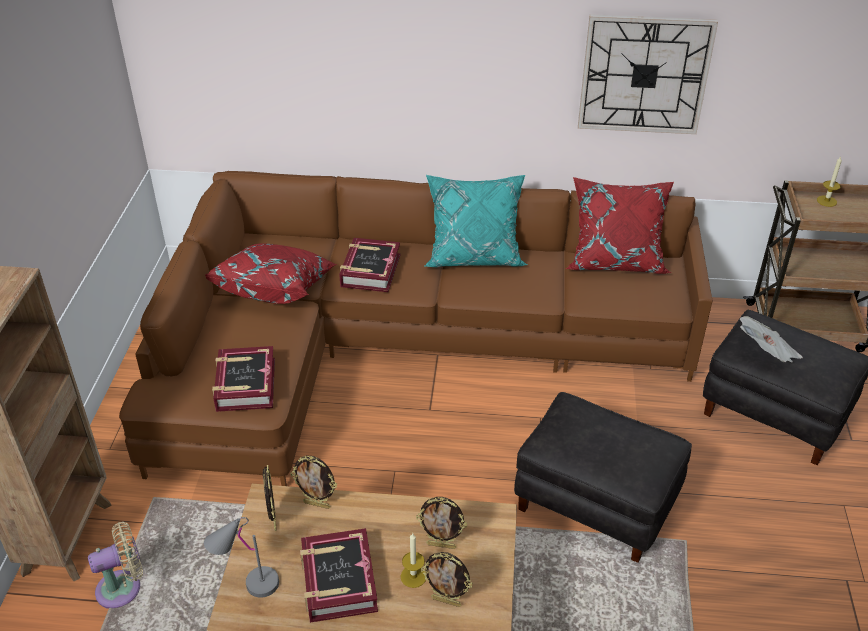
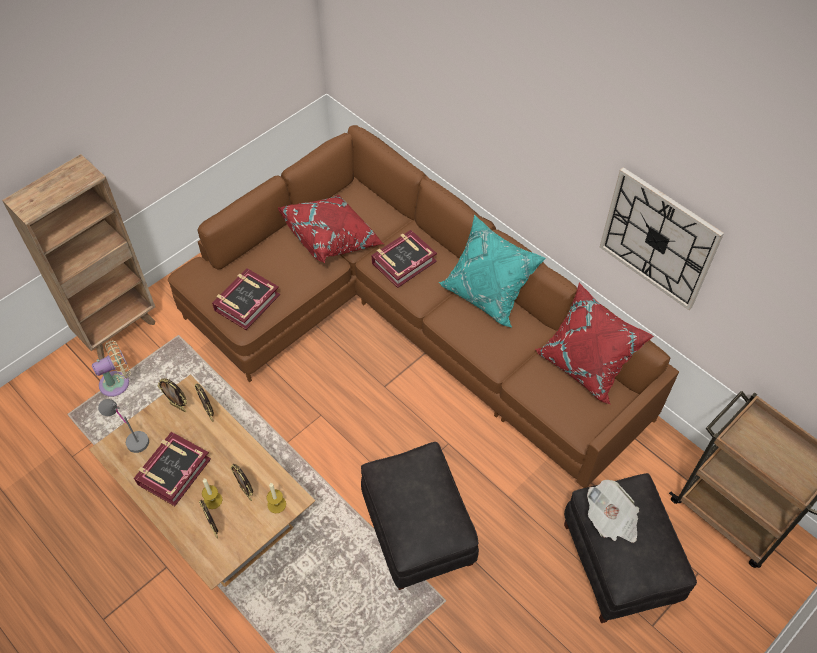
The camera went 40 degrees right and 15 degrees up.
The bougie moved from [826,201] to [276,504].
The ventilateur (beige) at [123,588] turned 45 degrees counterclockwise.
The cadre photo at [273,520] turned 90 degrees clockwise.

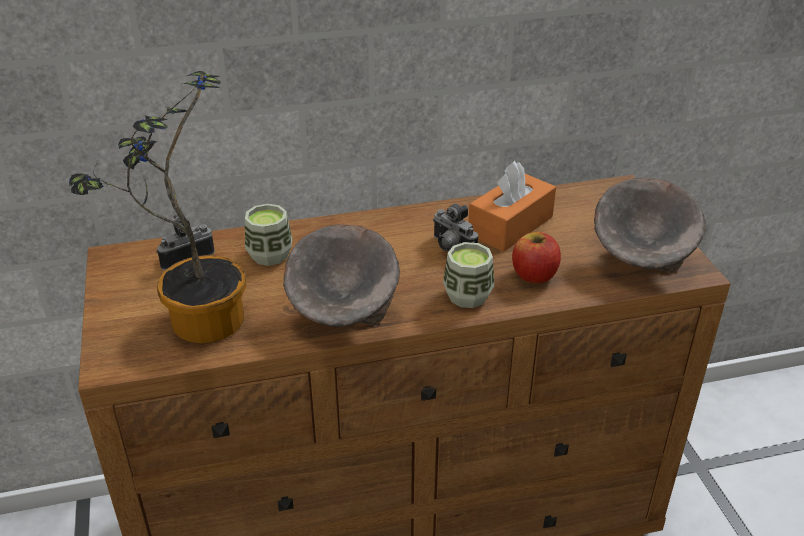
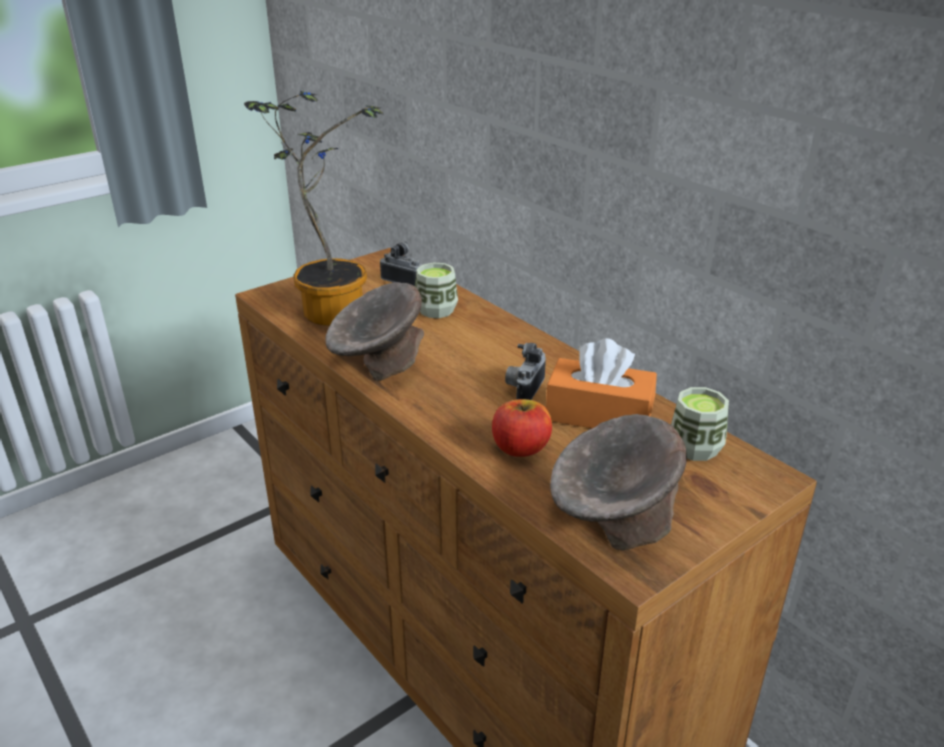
The camera went 65 degrees right and 5 degrees down.
The tasse moved from [467,296] to [695,448].

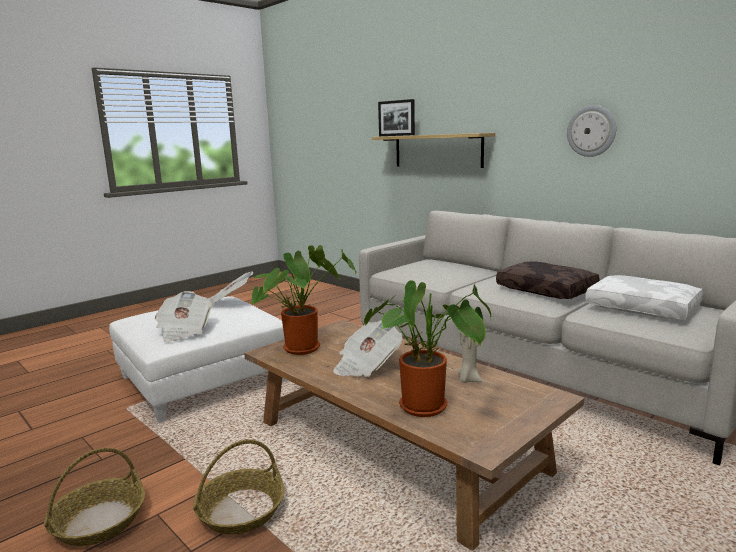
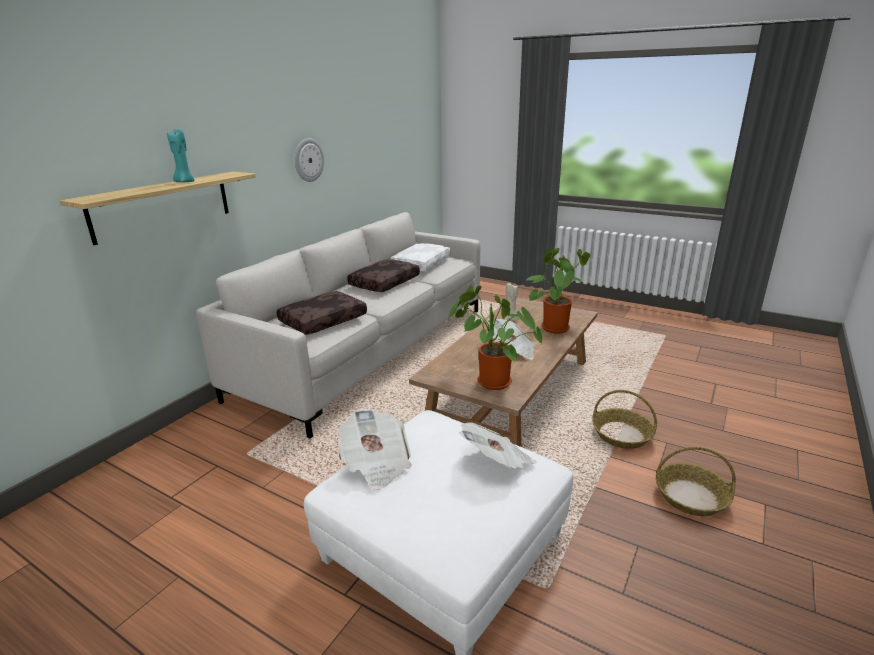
The camera went 105 degrees left and 10 degrees up.
The cadre photo at [396,135] disappeared.
The bougie (turquoise) at [184,182] appeared.
The coussin (marron) at [323,320] appeared.

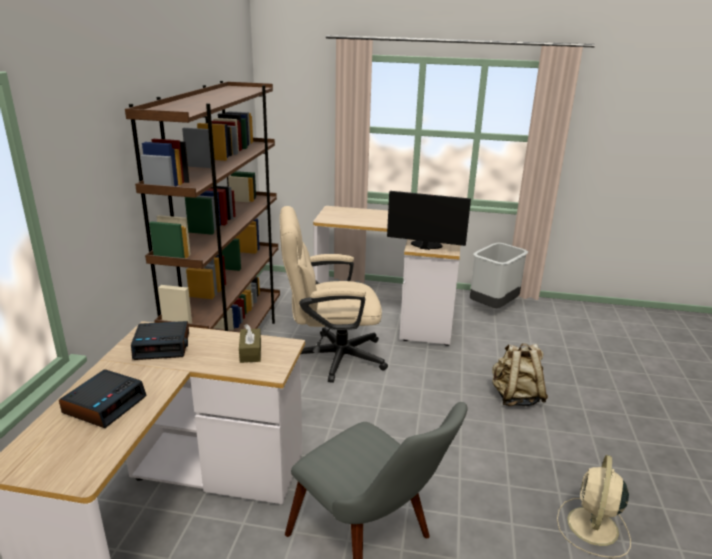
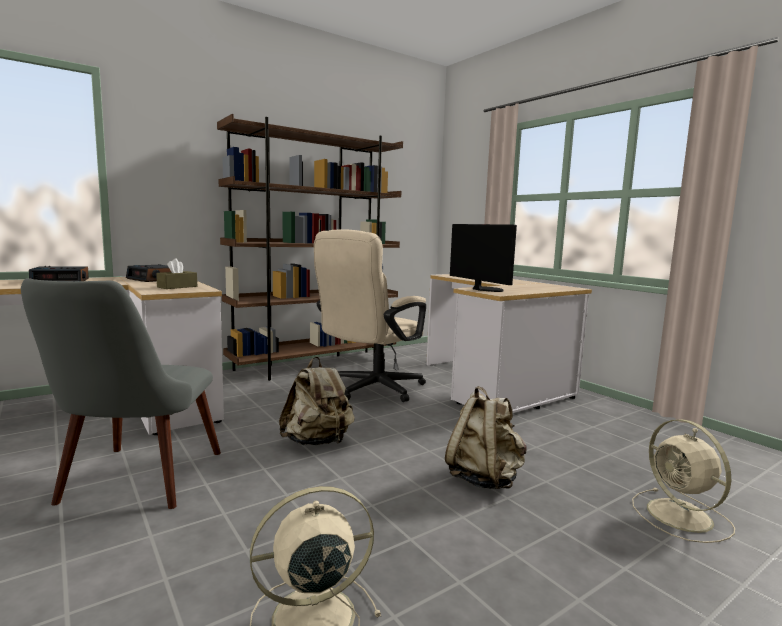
The camera went 45 degrees right and 15 degrees down.
The poubelle (gris) at [493,306] disappeared.
The sac à dos (beige) at [317,442] appeared.
The ventilateur (beige) at [681,517] appeared.
The chaise de bureau (beige) at [330,357] turned 90 degrees counterclockwise.

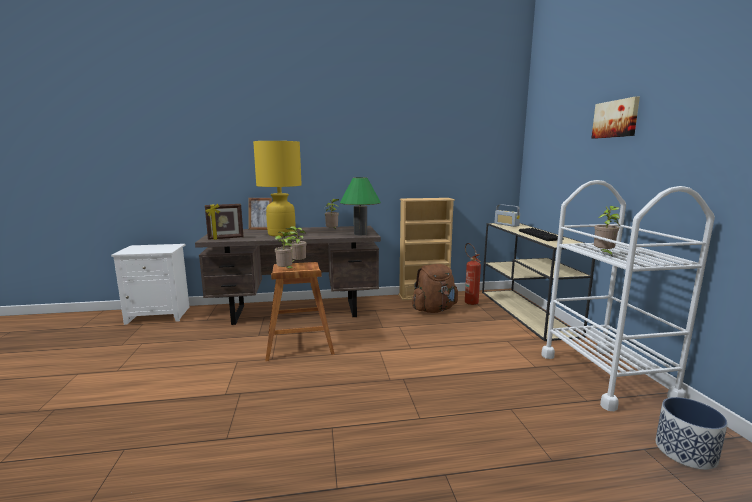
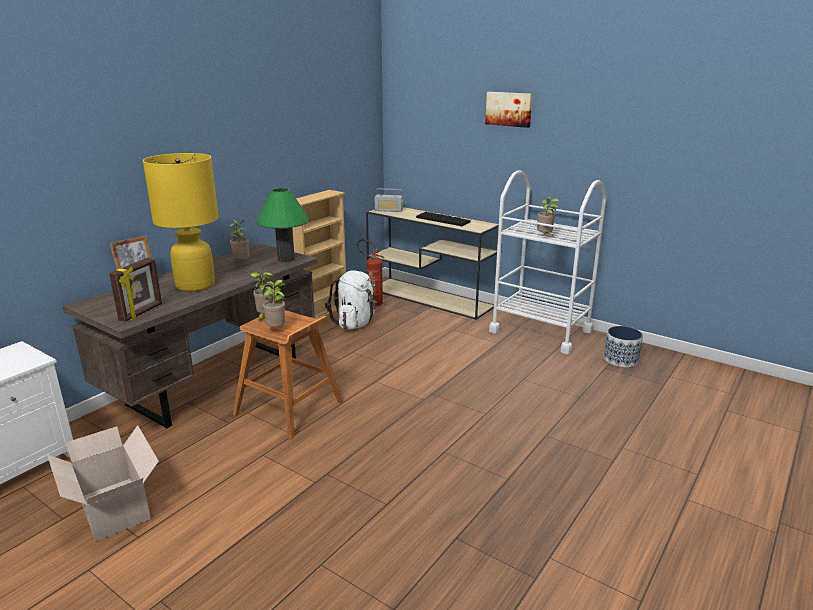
The camera went 45 degrees left and 10 degrees up.
The carton at [114,510] appeared.
The sac à dos (marron) at [434,310] became the sac à dos (blanc) at [355,323].

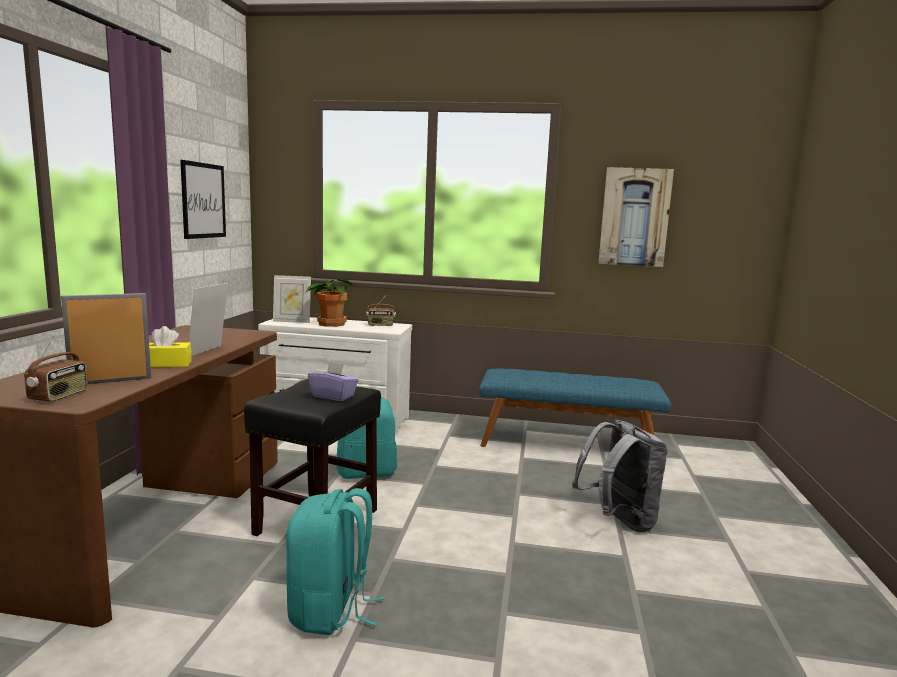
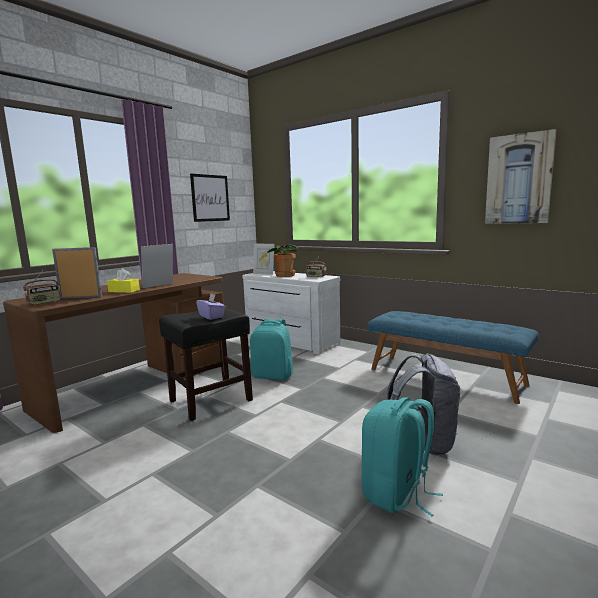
The camera went 30 degrees right and 0 degrees up.
The sac à dos (turquoise) moved from [330,611] to [397,493].

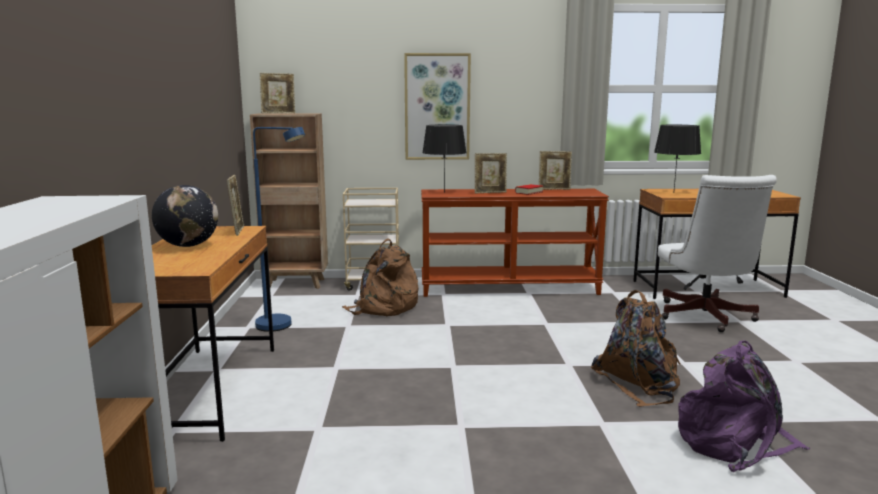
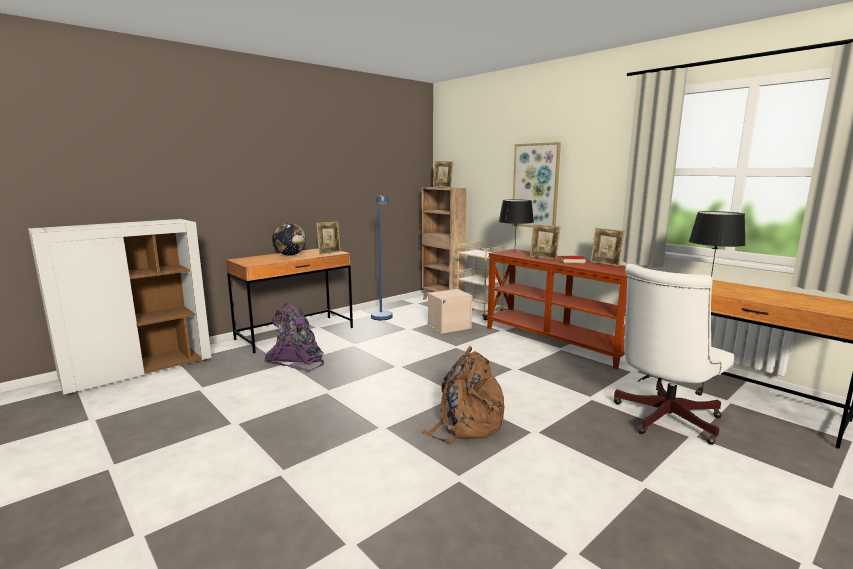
The camera went 50 degrees right and 0 degrees up.
The sac à dos (violet) moved from [735,443] to [298,360].
The sac à dos (marron) at [384,308] was replaced by the boîte de rangement (beige) at [449,326].

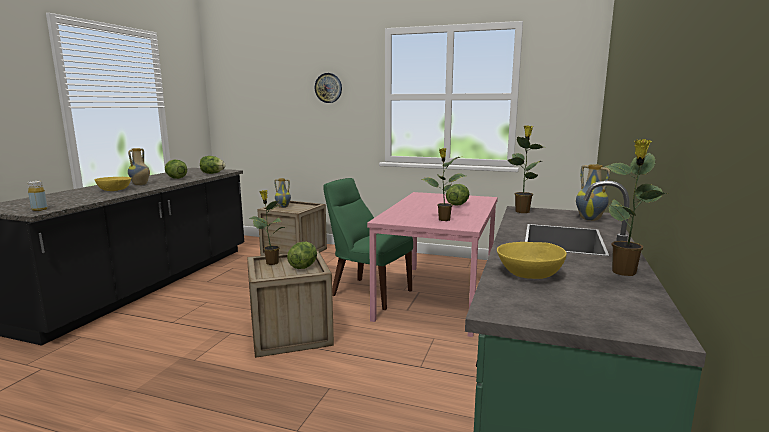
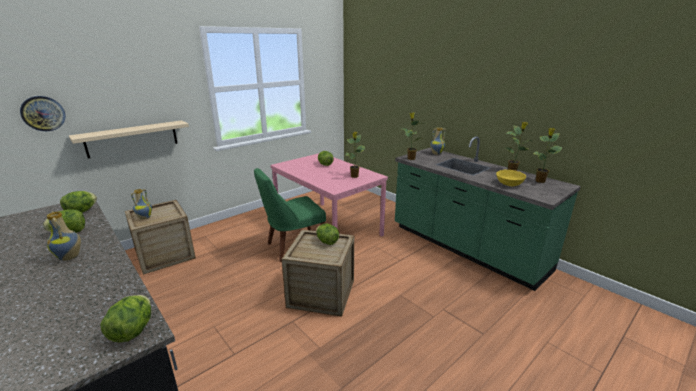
The camera went 60 degrees left and 10 degrees up.
The bol (jaune) at [114,190] disappeared.
The étagère (beige) at [132,138] appeared.
The plante en pot moved from [271,263] to [540,181].
The horloge murale moved from [328,88] to [43,113].
The bouteille (jaune) at [39,209] was replaced by the laitue at [133,331].

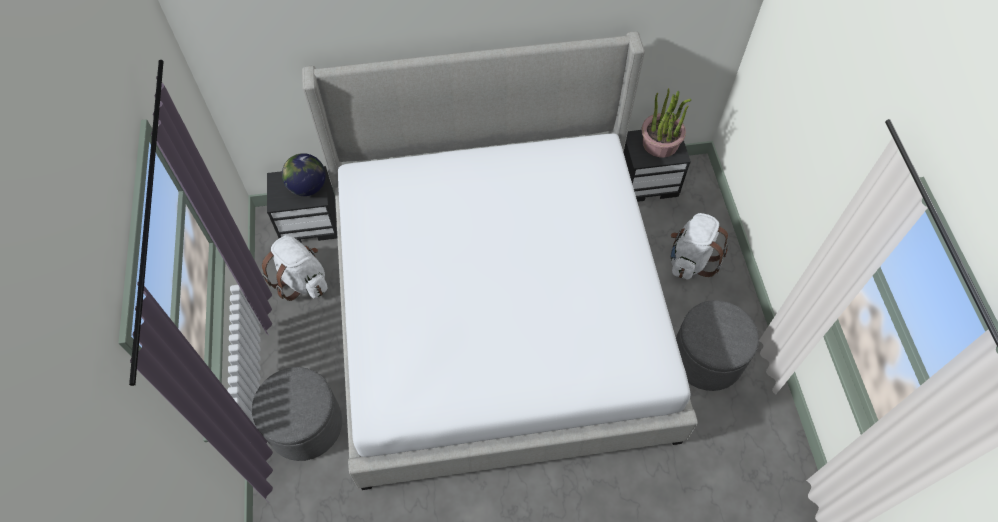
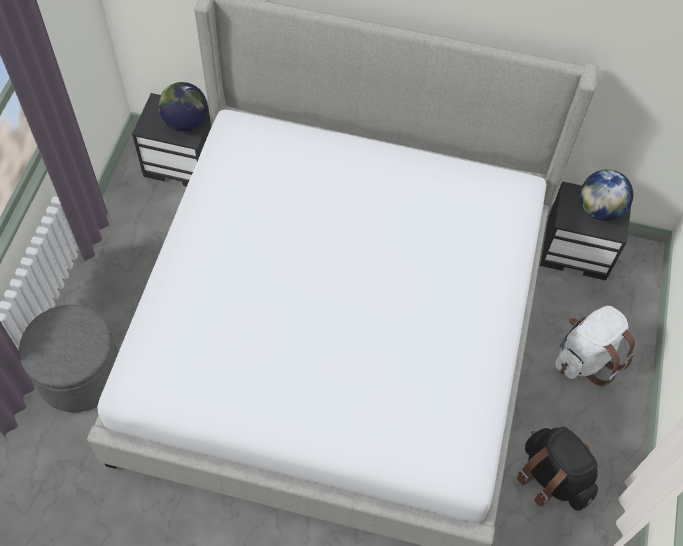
The camera went 20 degrees right and 0 degrees up.
The sac à dos (blanc) at [302,280] disappeared.
The plante en pot at [660,143] was replaced by the globe at [599,209].
The pouf (gris) at [706,358] was replaced by the sac à dos (noir) at [552,477].

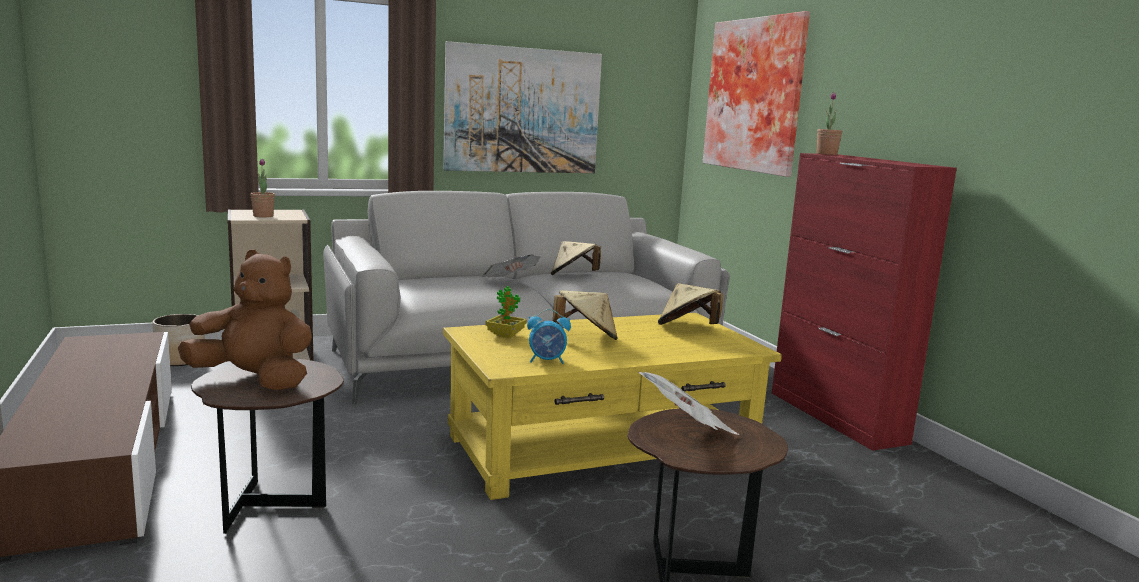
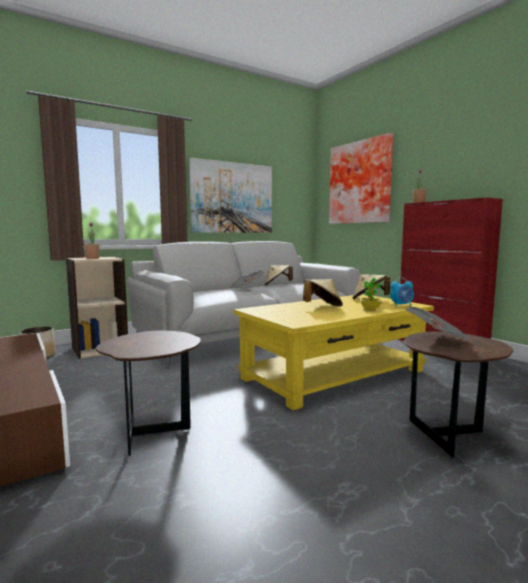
The camera went 10 degrees left and 5 degrees down.
The peluche (marron) at [254,380] disappeared.
The plante en pot moved from [505,335] to [370,309].
The réveil moved from [547,361] to [401,305].

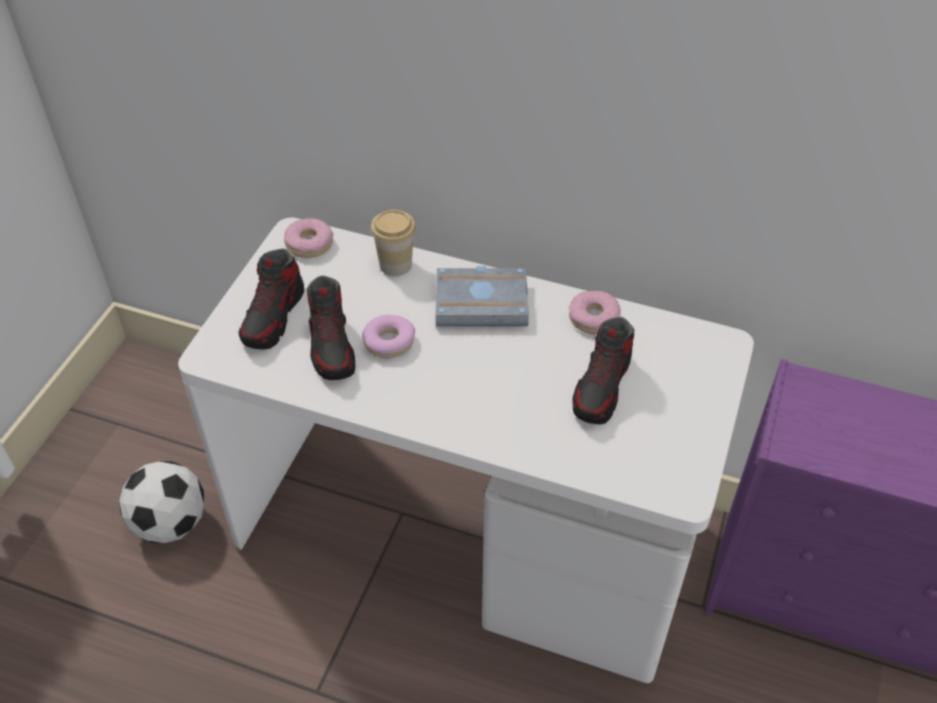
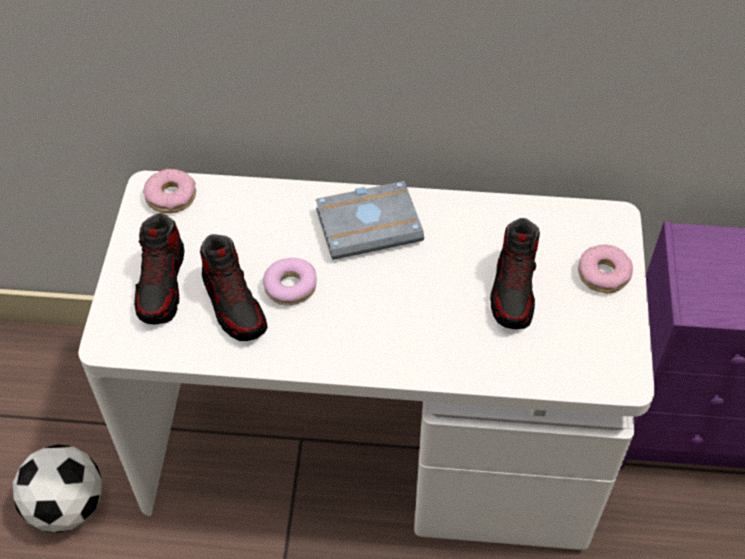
The camera went 15 degrees left and 5 degrees up.
The tasse at [395,264] disappeared.
The beignet moved from [593,318] to [603,274].

